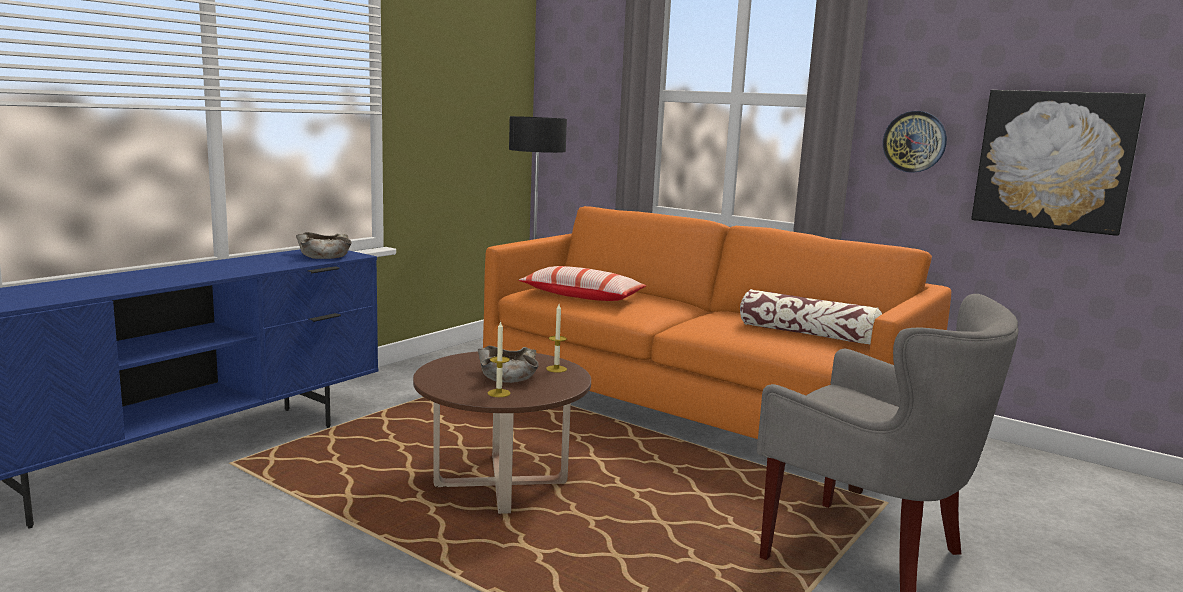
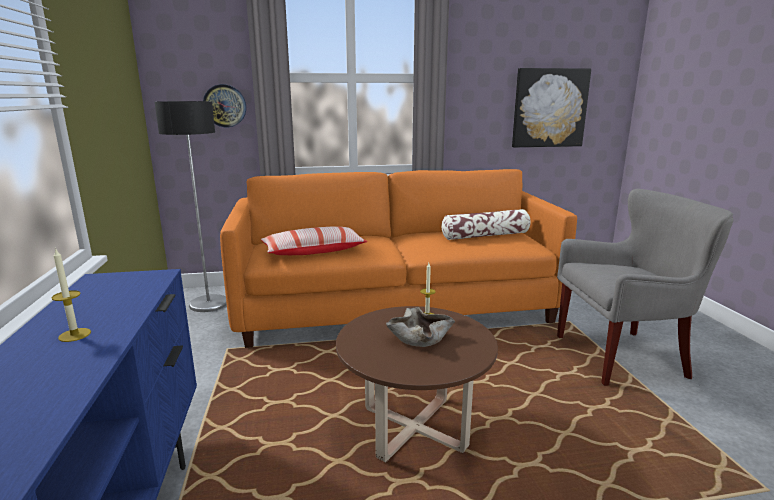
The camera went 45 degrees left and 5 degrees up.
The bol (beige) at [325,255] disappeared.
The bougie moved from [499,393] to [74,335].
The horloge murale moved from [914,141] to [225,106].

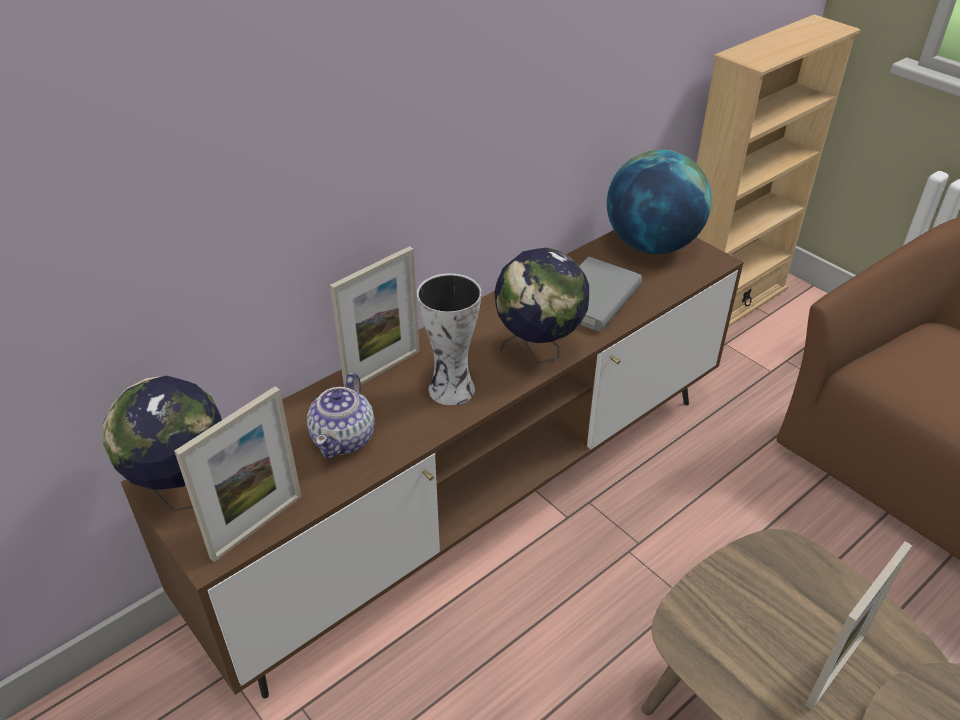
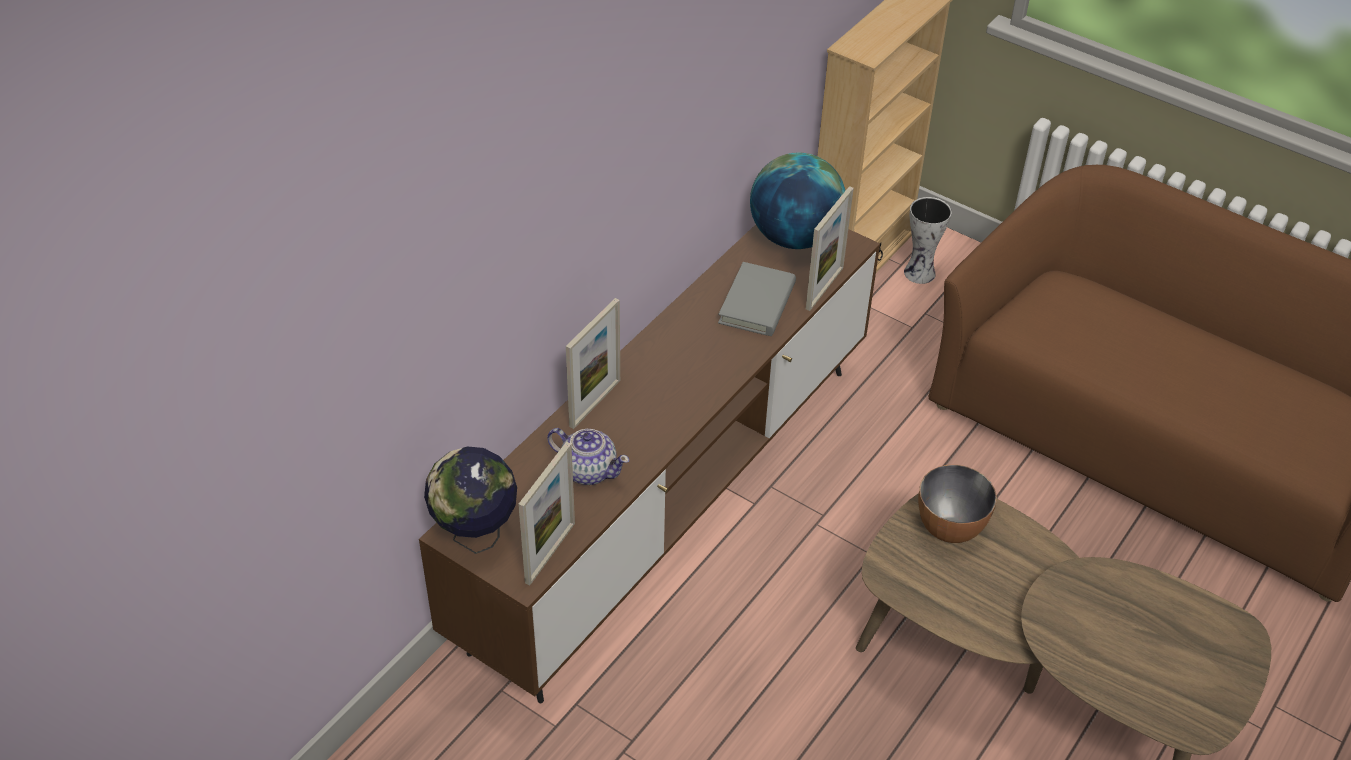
The camera went 15 degrees left and 5 degrees up.
The globe at [538,352] disappeared.
The bol at [950,528] appeared.
The vase moved from [452,390] to [920,274].
The cadre photo moved from [835,669] to [824,288].
The théière at [344,438] turned 60 degrees counterclockwise.

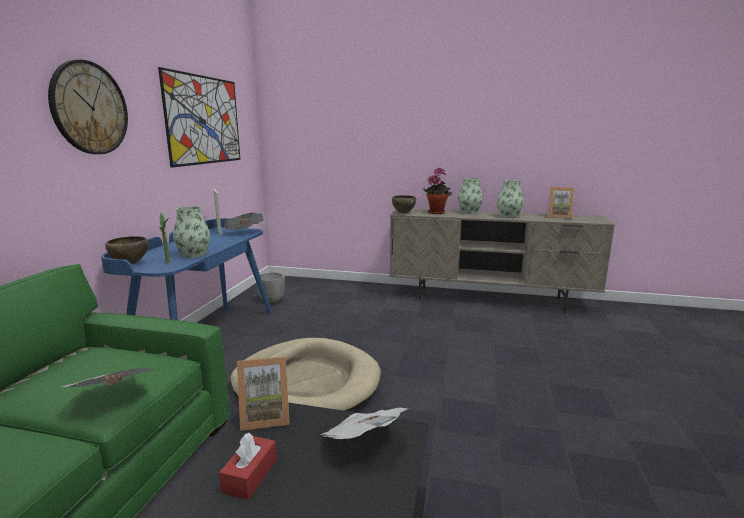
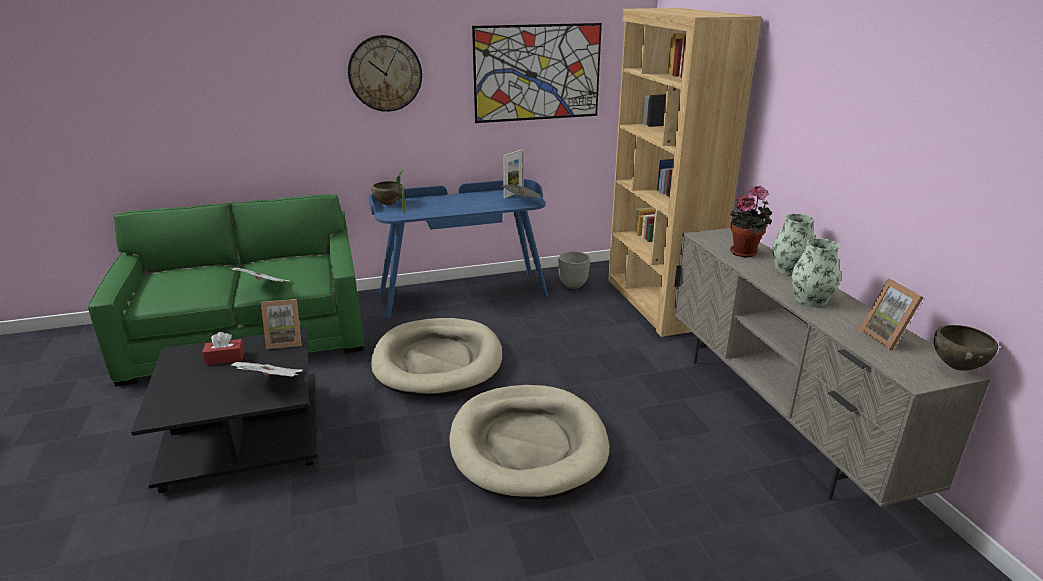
The camera went 60 degrees right and 10 degrees up.
The vase at [193,254] disappeared.
The panier pour chien (beige) at [527,445] appeared.
The bibliothèque (marron) at [657,303] appeared.
The bol (marron) moved from [403,213] to [956,367].
The cadre photo at [265,416] turned 60 degrees counterclockwise.

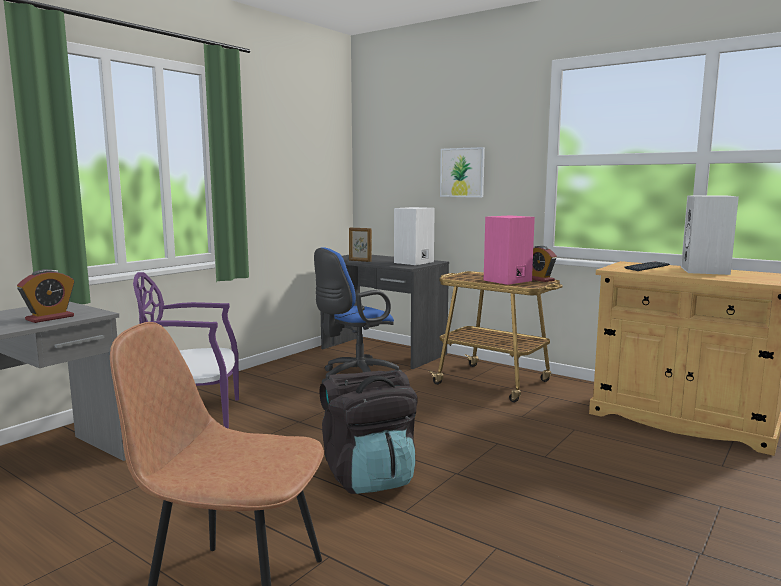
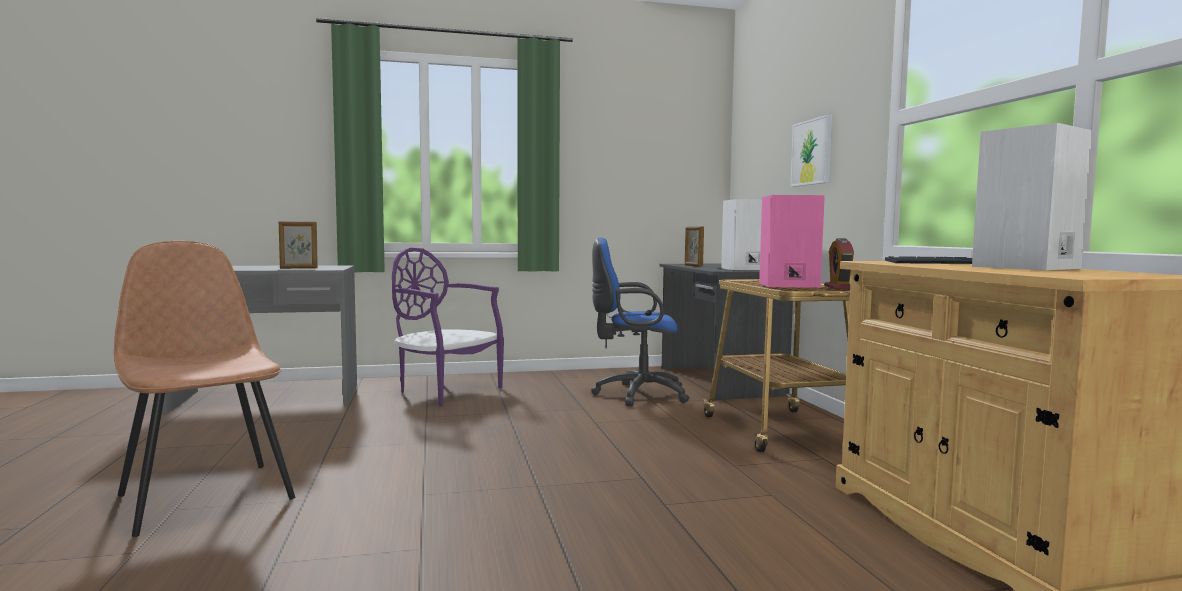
The camera went 40 degrees right and 5 degrees down.
The sac à dos (noir) at [369,476] disappeared.
The réveil at [50,318] was replaced by the cadre photo at [298,268].

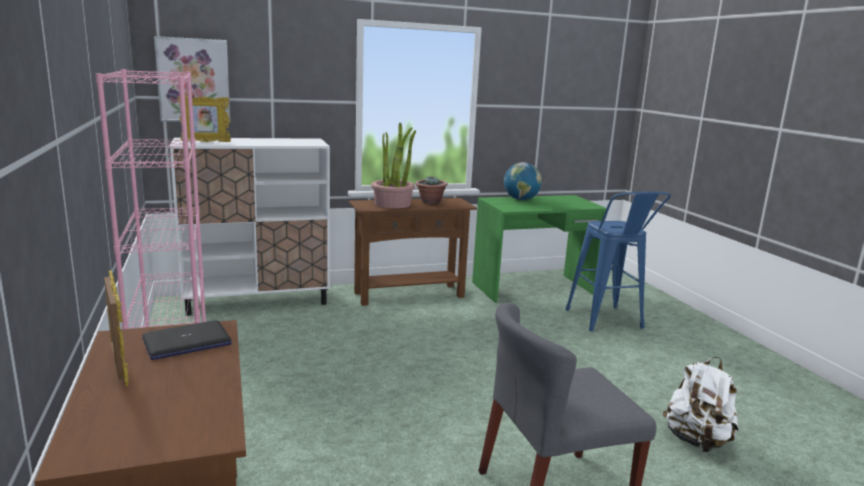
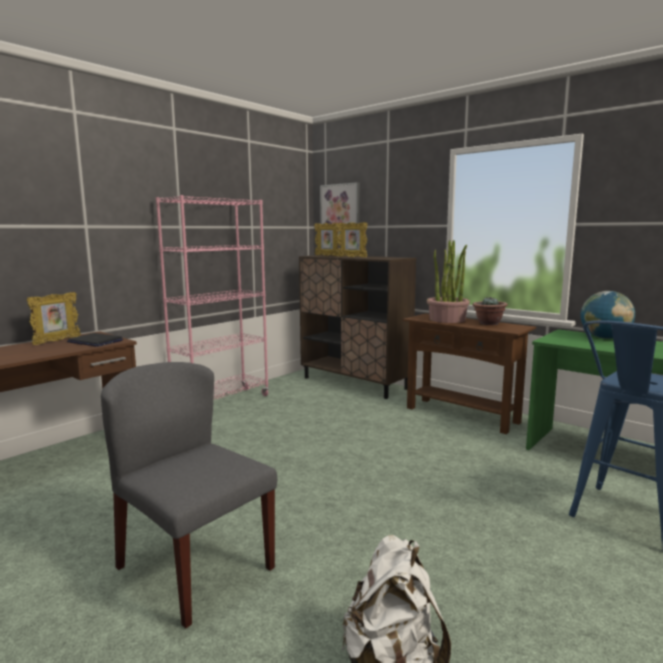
The camera went 60 degrees right and 5 degrees down.
The cadre photo at [352,257] appeared.
The meuble de rangement (blanc) at [257,300] became the meuble de rangement (marron) at [355,383].

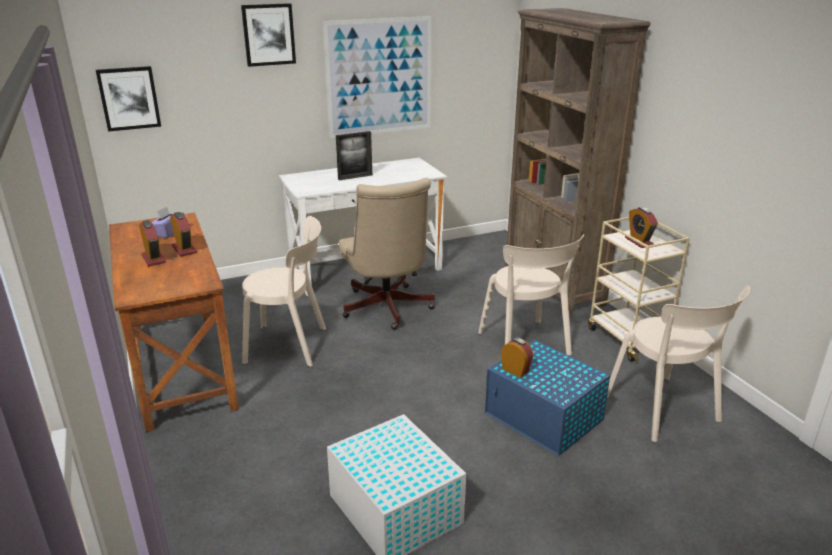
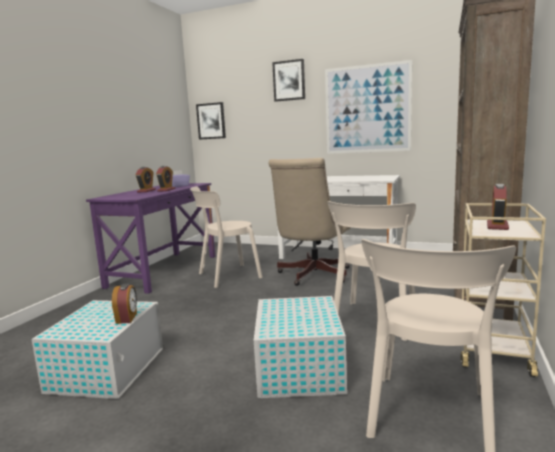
The camera went 45 degrees right and 15 degrees down.
The cadre photo at [355,177] disappeared.
The réveil moved from [515,370] to [127,318].
The bureau (marron) at [181,368] became the bureau (violet) at [164,271].
The boîte de rangement (bleu) at [544,417] became the boîte de rangement (blanc) at [299,369].
The chaise (beige) at [290,345] turned 105 degrees clockwise.

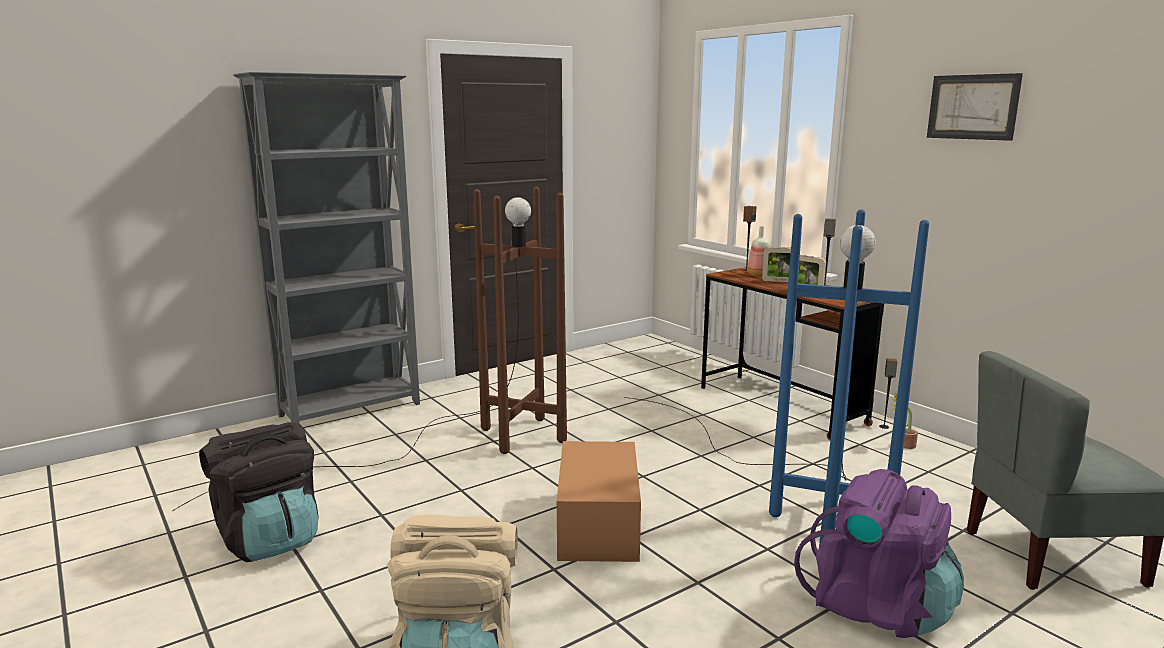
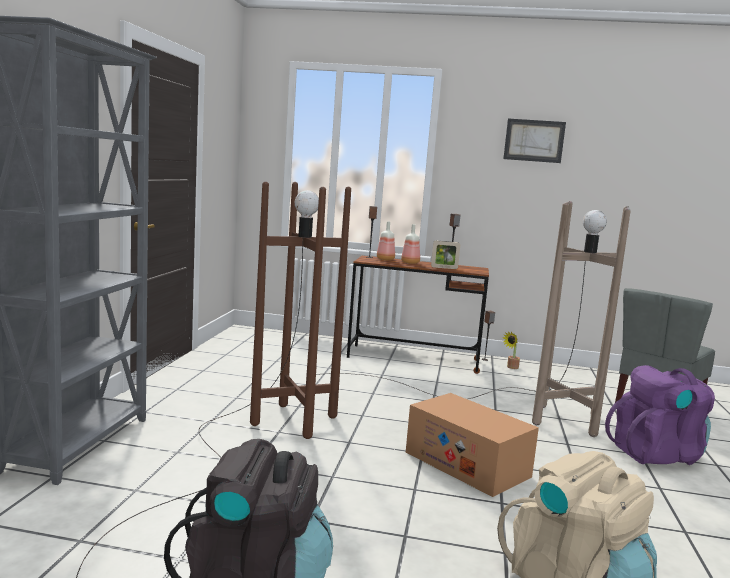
The camera went 45 degrees left and 5 degrees down.
The cadre photo at [779,281] was replaced by the bouteille at [410,263].
The lampadaire (bleu) at [780,483] became the lampadaire (marron) at [502,405].

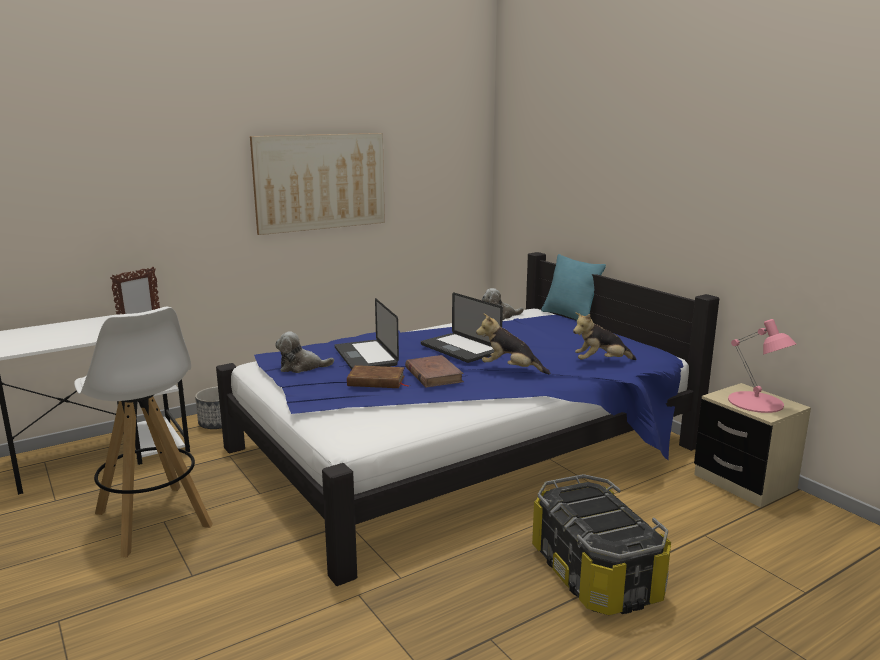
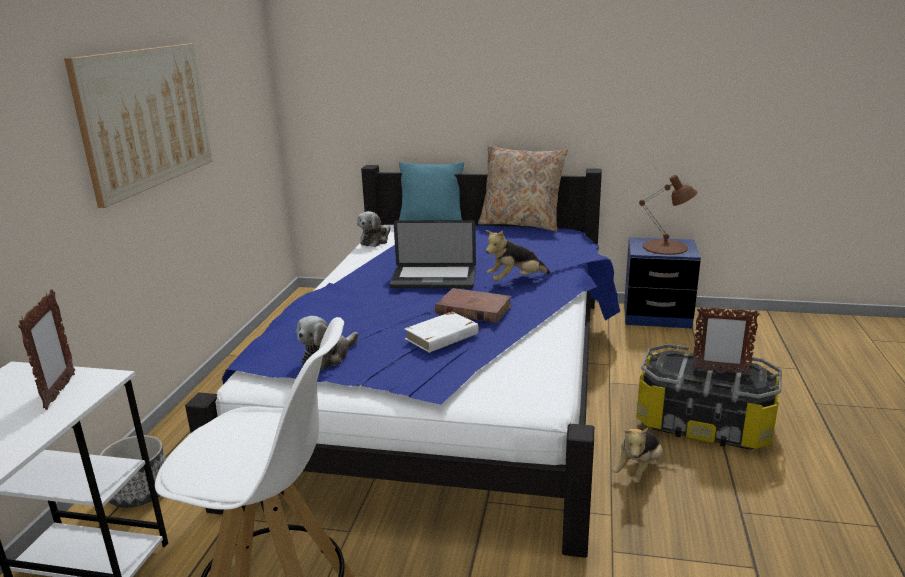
The camera went 45 degrees left and 5 degrees up.
The ordinateur portable at [365,356] disappeared.
The coussin (beige) at [521,224] appeared.
The cadre photo at [720,371] appeared.
The peluche moved from [601,362] to [638,470].
The livre (marron) at [376,381] became the livre (blanc) at [442,336].
The table de chevet (beige) at [744,482] became the table de chevet (bleu) at [656,316].
The lampe de table (rose) at [756,402] became the lampe de table (marron) at [666,247].

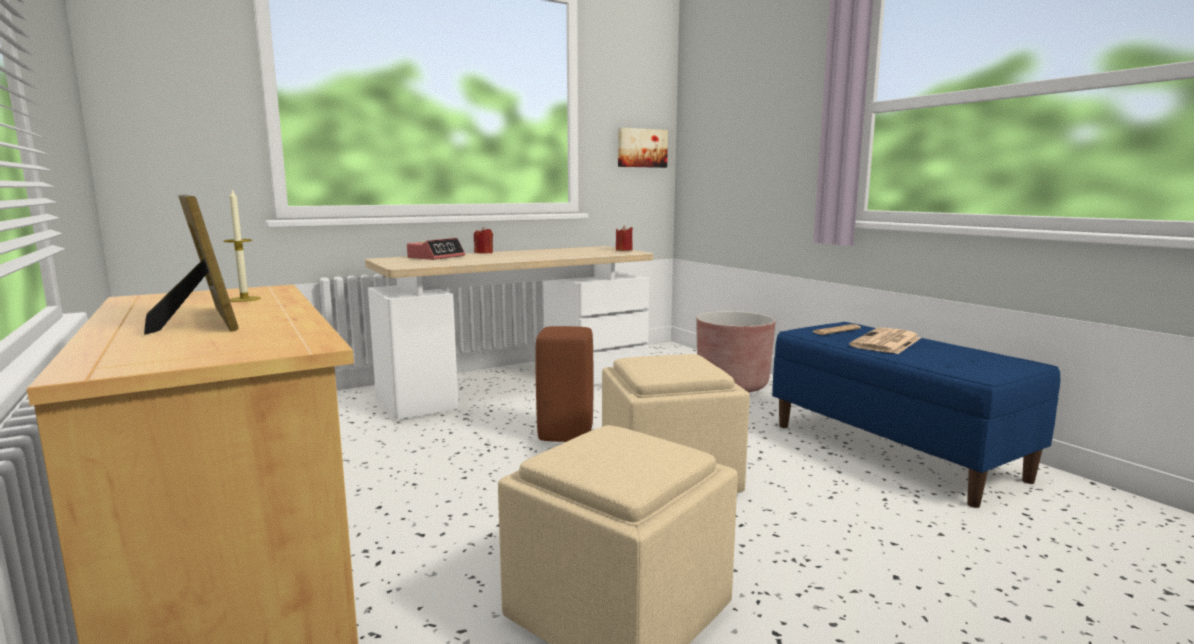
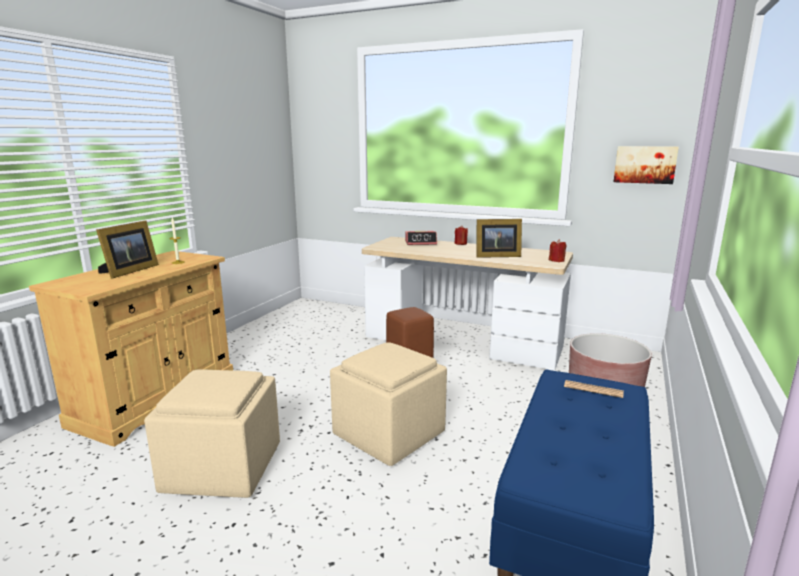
The camera went 55 degrees right and 5 degrees up.
The journal at [886,342] disappeared.
The cadre photo at [495,256] appeared.

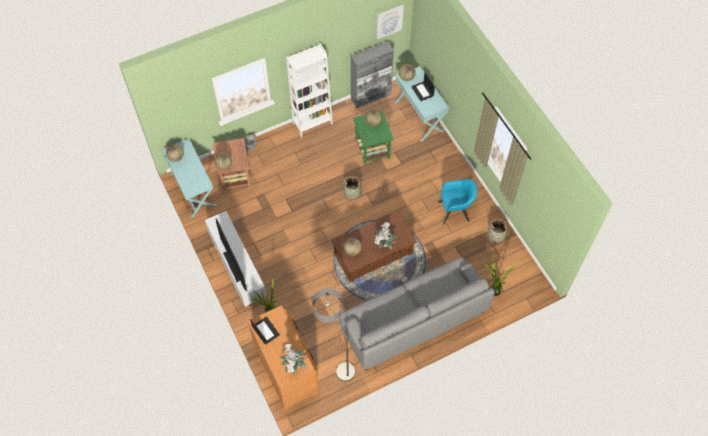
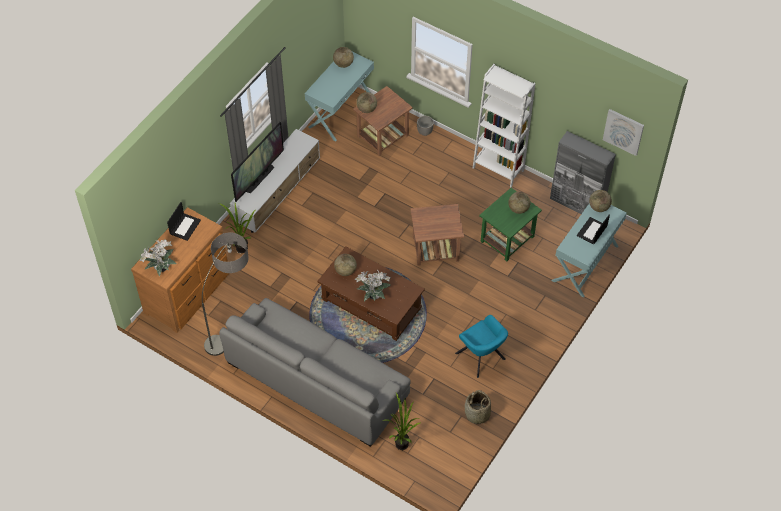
The camera went 60 degrees right and 5 degrees down.
The panier at [352,193] was replaced by the table d'appoint (marron) at [435,249].

